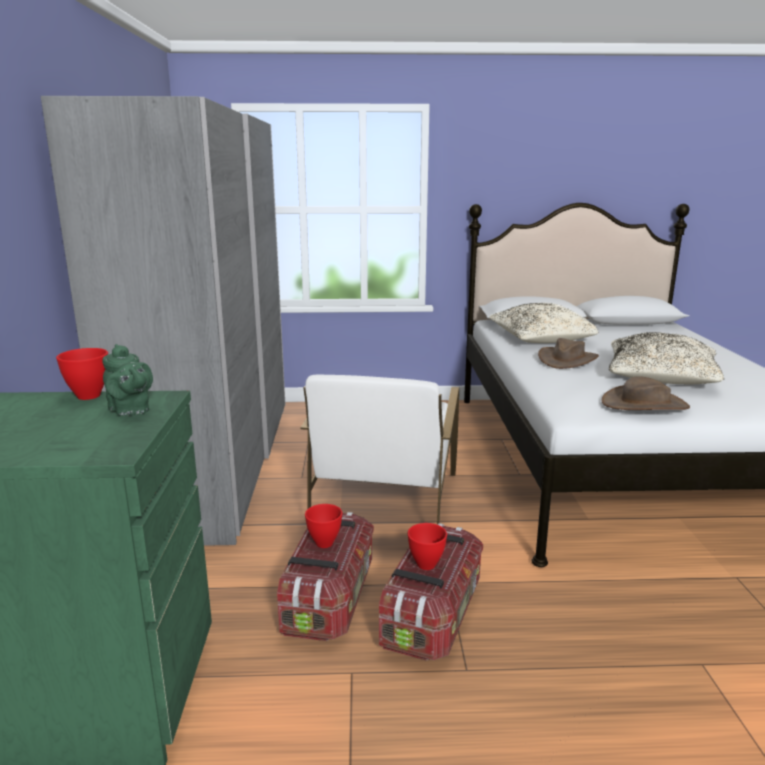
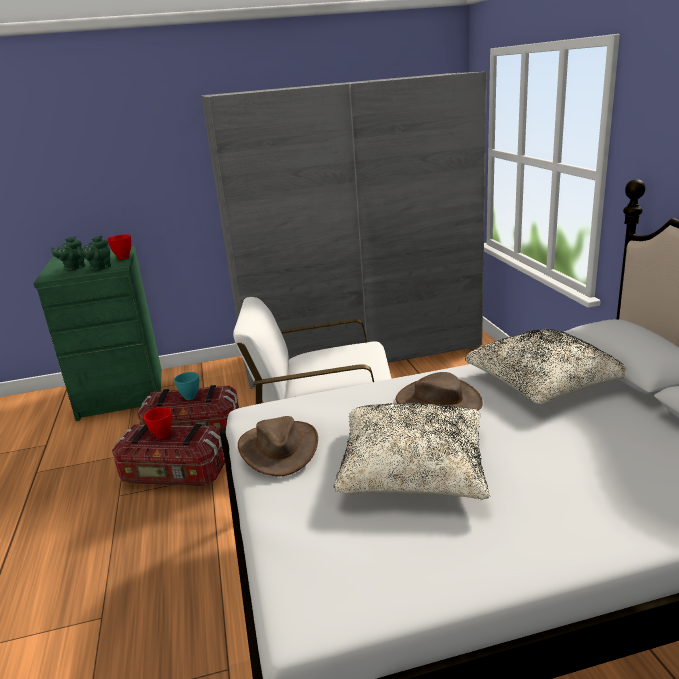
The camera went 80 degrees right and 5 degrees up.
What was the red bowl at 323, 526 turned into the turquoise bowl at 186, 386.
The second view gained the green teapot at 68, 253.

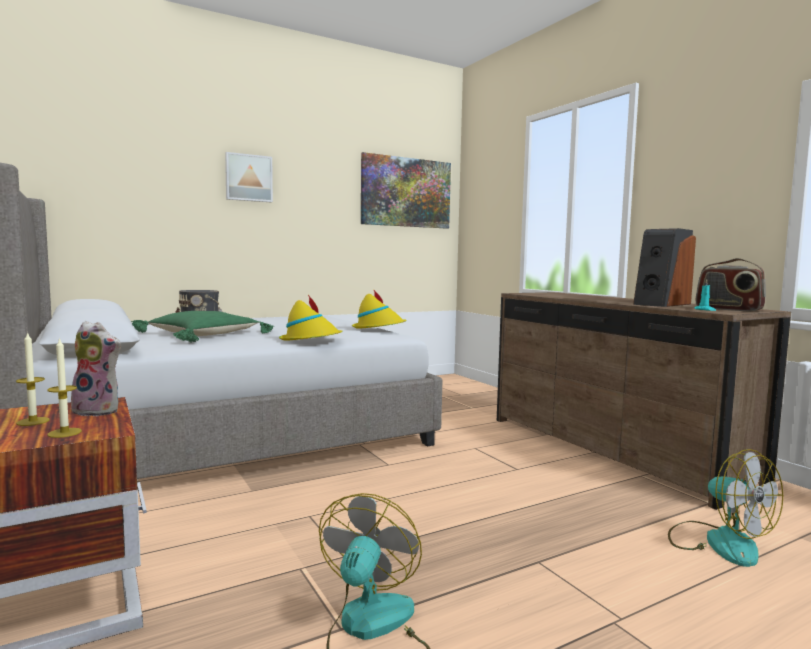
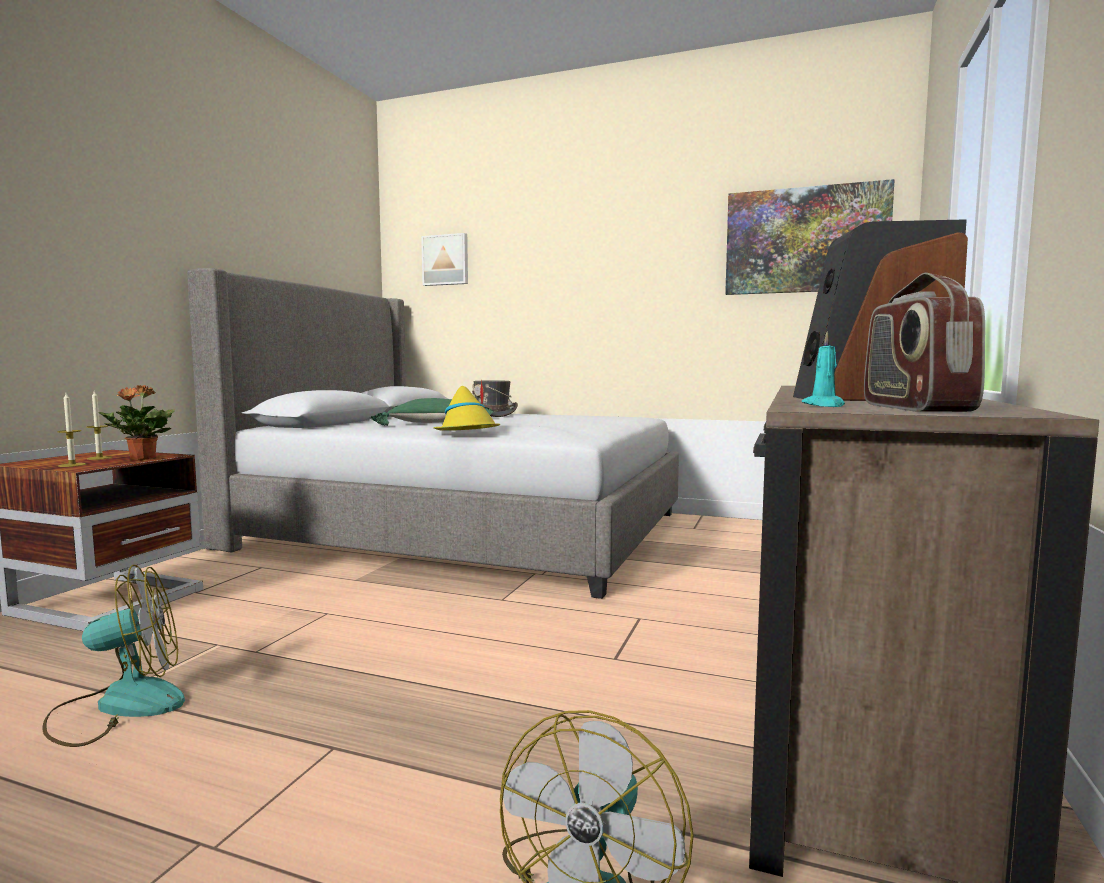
The camera went 50 degrees right and 0 degrees up.
Where the plush toy stood at 95, 368, the potted plant came to stand at 136, 422.
The picture ended up elsewhere, having gone from 249, 177 to 444, 259.
The second view lost the yellow hat at 379, 309.

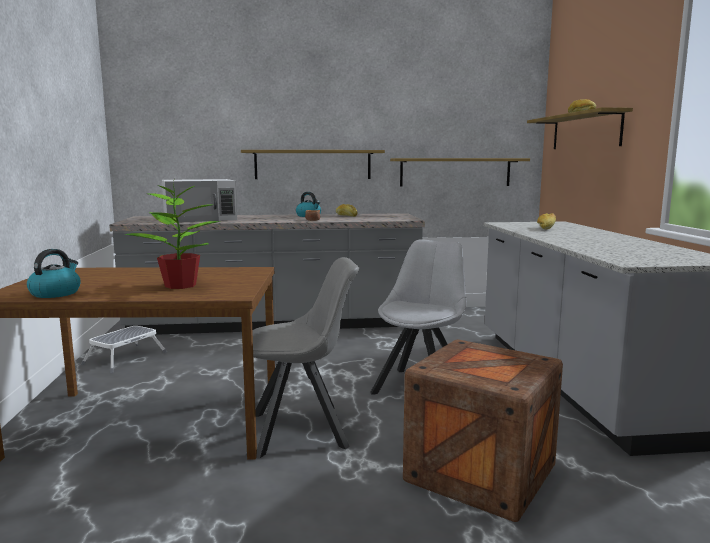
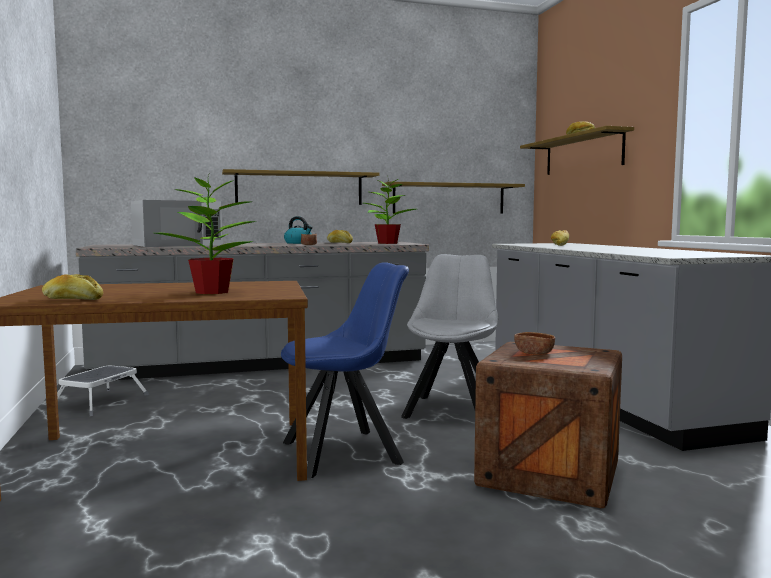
The camera went 10 degrees left and 5 degrees down.
Where the kettle stood at 54, 273, the bread came to stand at 72, 287.
What was the grey chair at 305, 357 turned into the blue chair at 345, 370.
The second view gained the potted plant at 390, 211.
The second view gained the brown bowl at 534, 343.

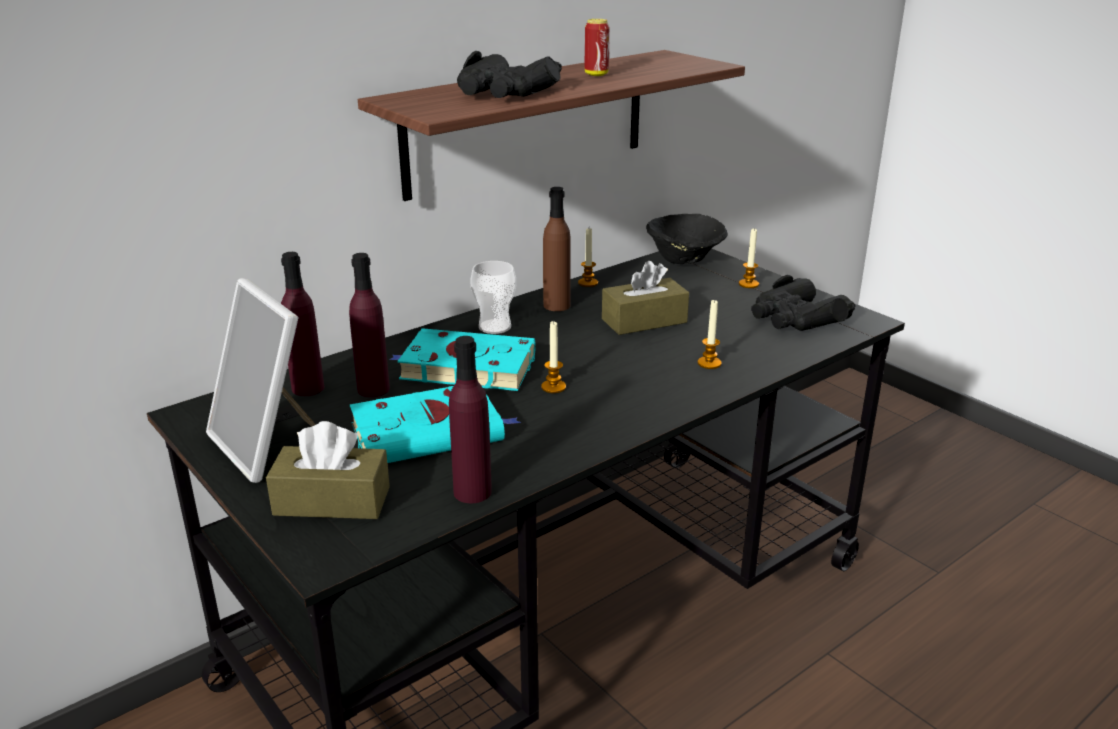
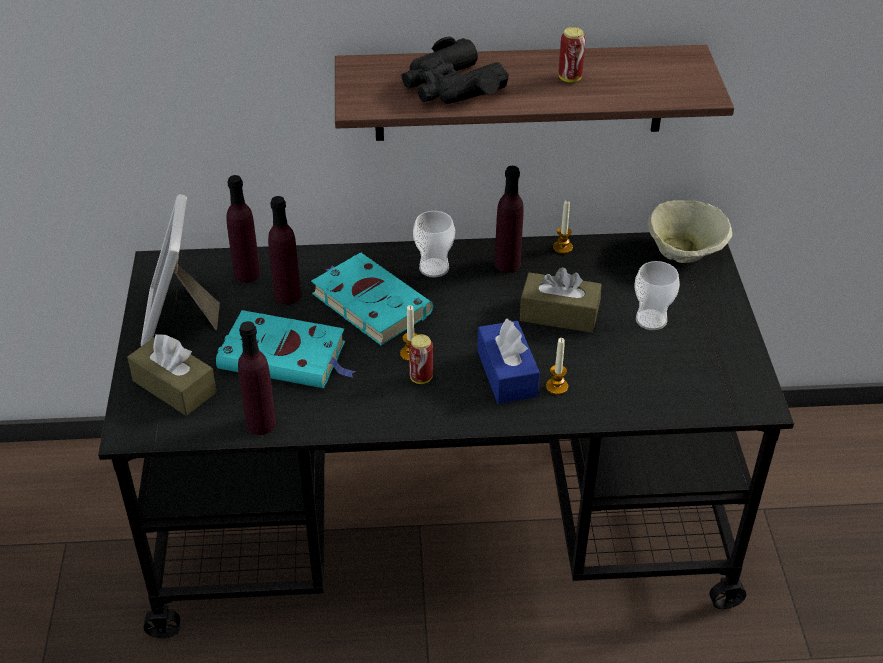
The camera went 35 degrees right and 15 degrees up.
What was the brown bottle at 557, 249 turned into the purple bottle at 509, 219.
What was the black bowl at 687, 239 turned into the beige bowl at 690, 231.
The second view lost the candle at 749, 258.
The second view lost the black binoculars at 803, 303.
The second view gained the can at 421, 359.
The second view gained the blue tissue box at 508, 361.
The second view gained the cup at 657, 295.

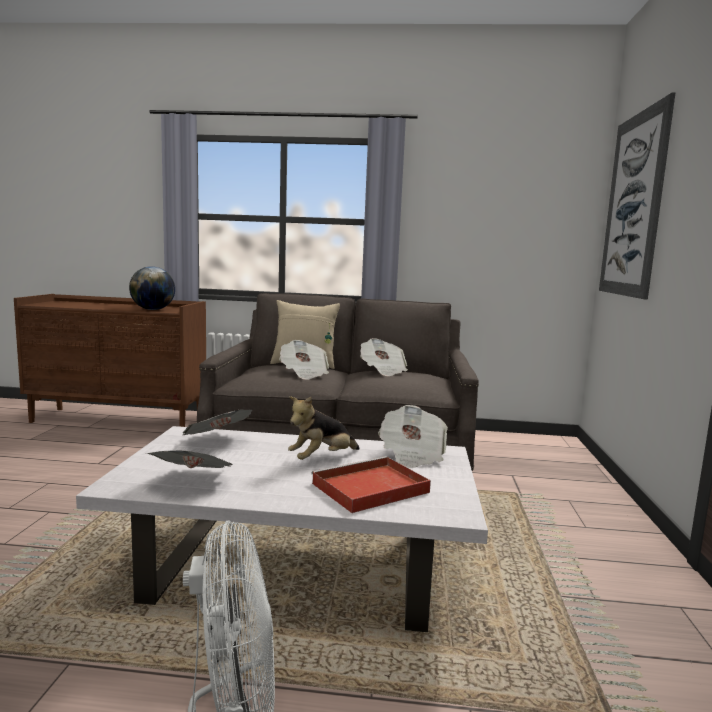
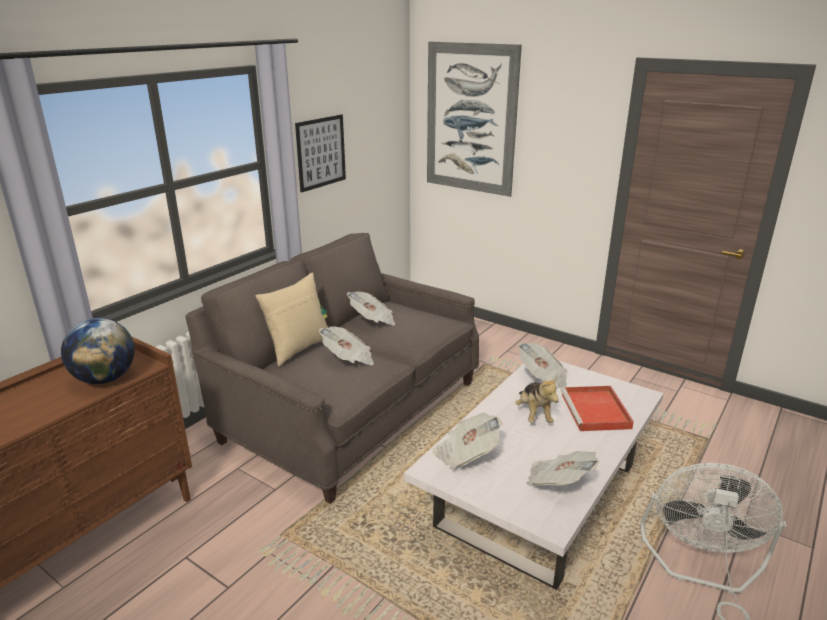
The camera went 60 degrees left and 15 degrees up.
The second view gained the picture at 320, 153.

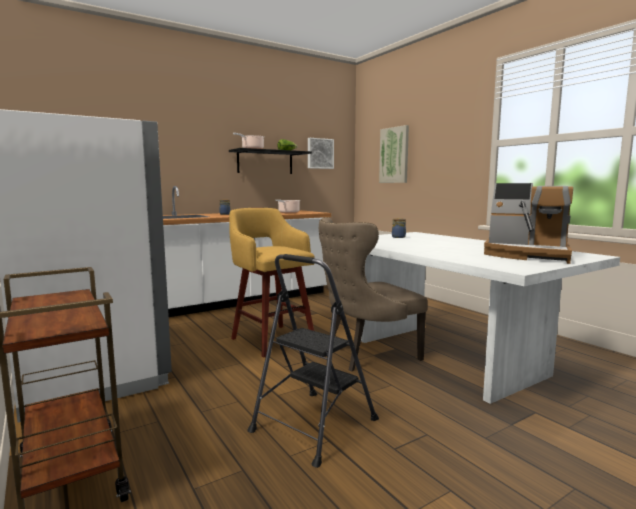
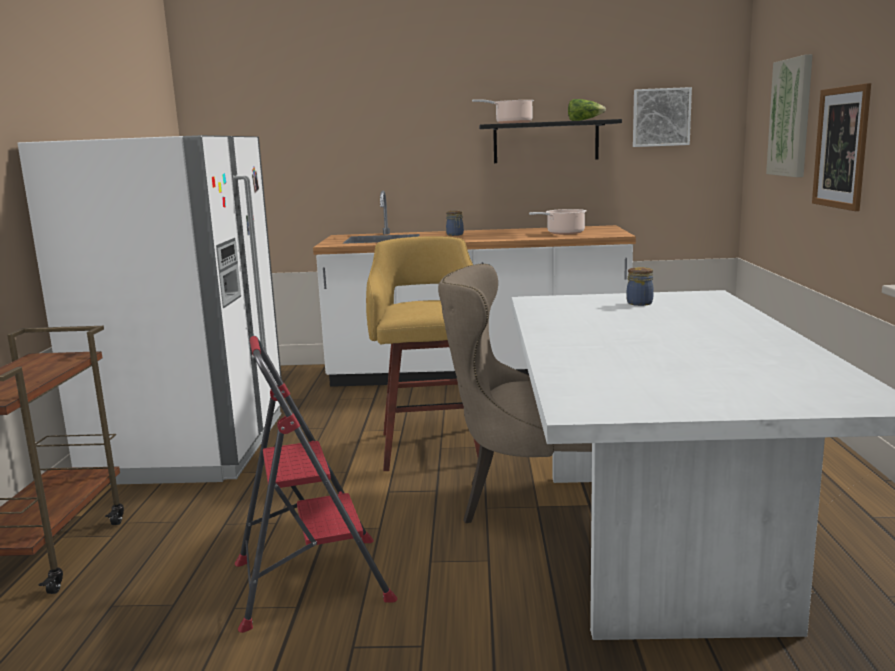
The camera went 35 degrees right and 5 degrees up.
What was the black step ladder at 313, 361 turned into the red step ladder at 316, 484.
The second view lost the coffee machine at 528, 223.
The second view gained the picture at 841, 147.

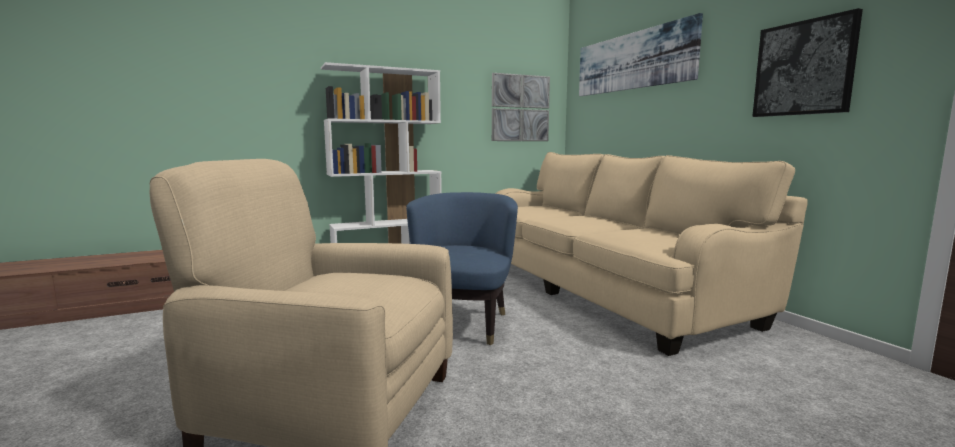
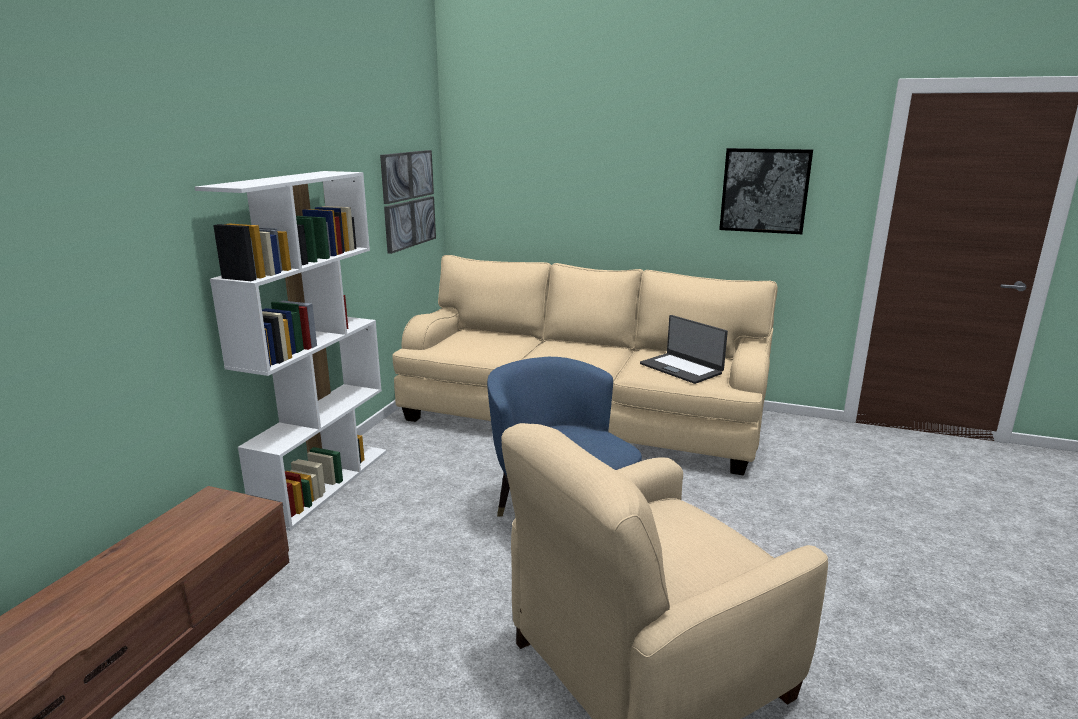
The camera went 45 degrees left and 10 degrees up.
The second view lost the picture at 641, 54.
The second view gained the laptop at 684, 349.

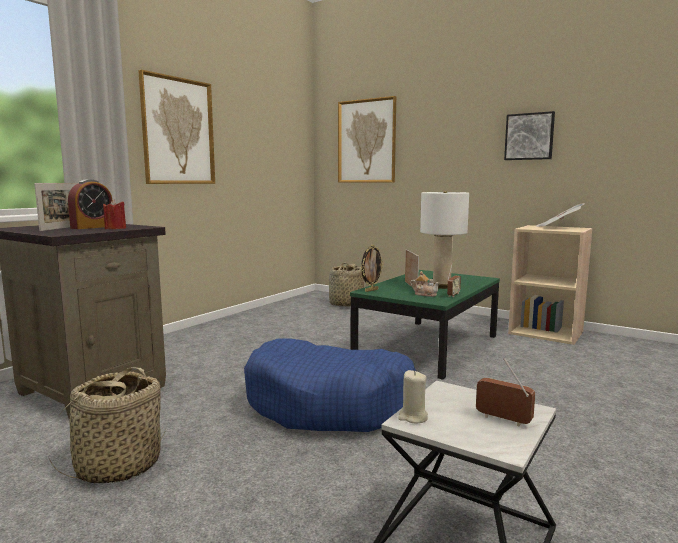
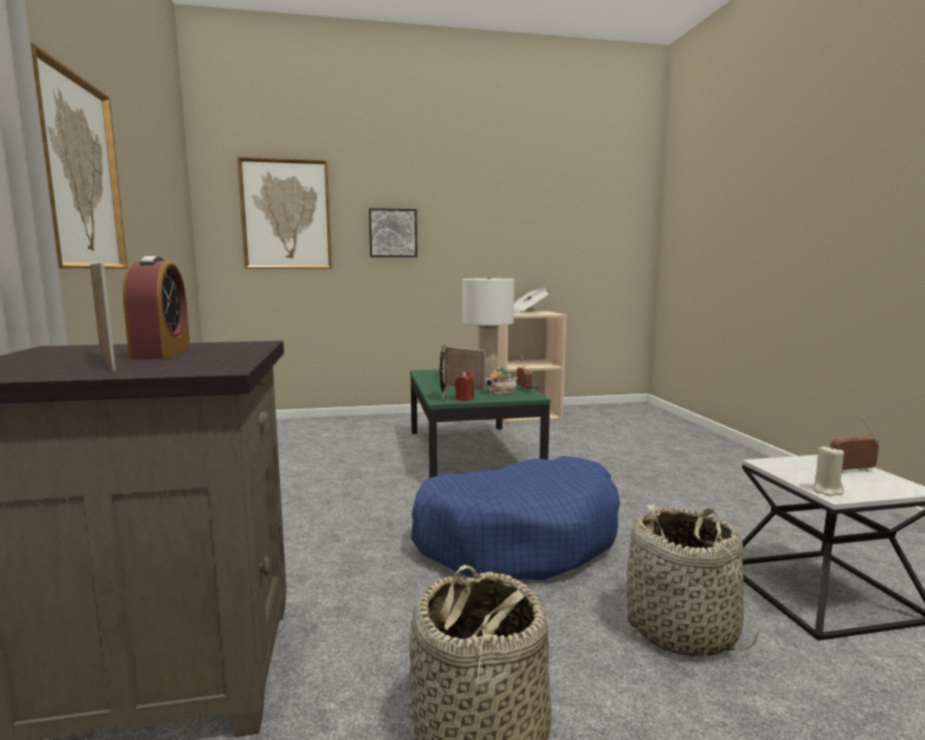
The camera went 45 degrees left and 0 degrees up.
The red candle ended up elsewhere, having gone from 114, 214 to 464, 386.
The basket ended up elsewhere, having gone from 346, 285 to 692, 581.
The picture ended up elsewhere, having gone from 529, 135 to 393, 232.

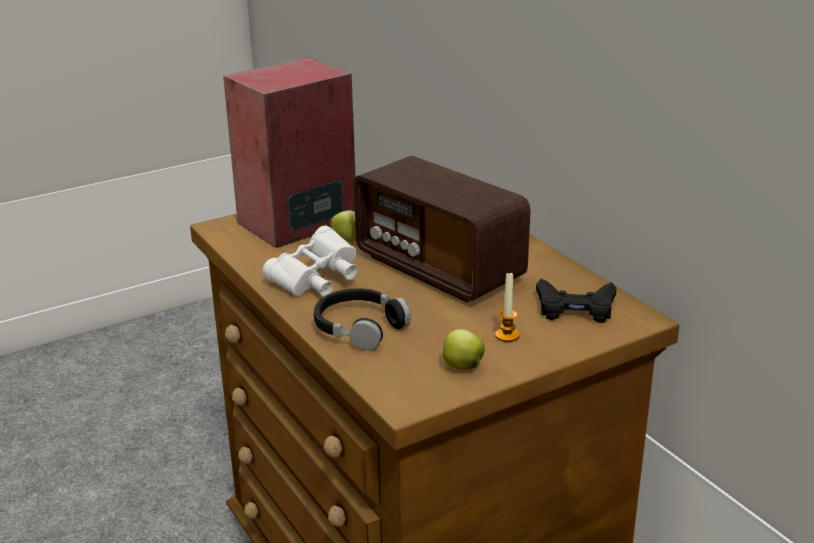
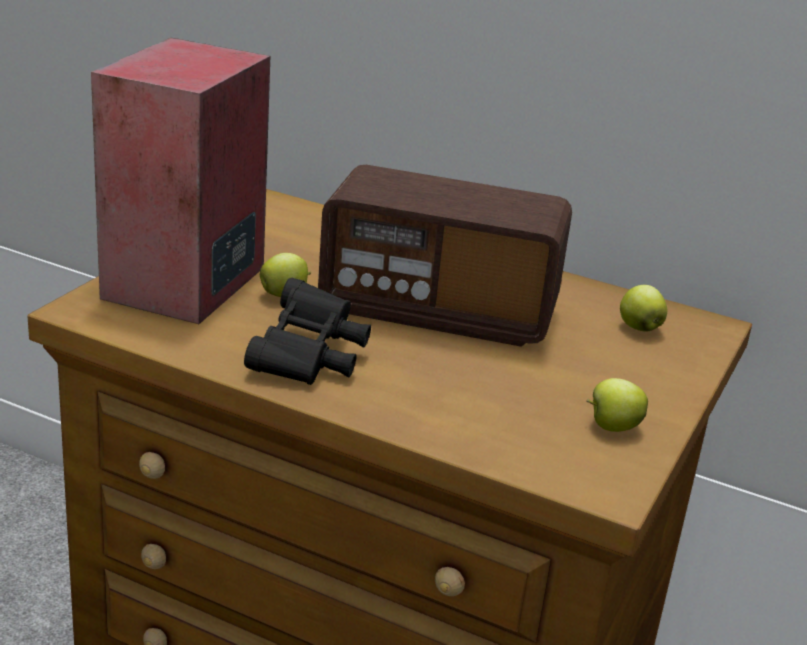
The camera went 35 degrees left and 0 degrees up.
What was the white binoculars at 310, 261 turned into the black binoculars at 307, 331.
The second view lost the black headphones at 362, 319.
The second view lost the candle at 507, 307.
Where the black game controller stood at 576, 301, the apple came to stand at 643, 308.

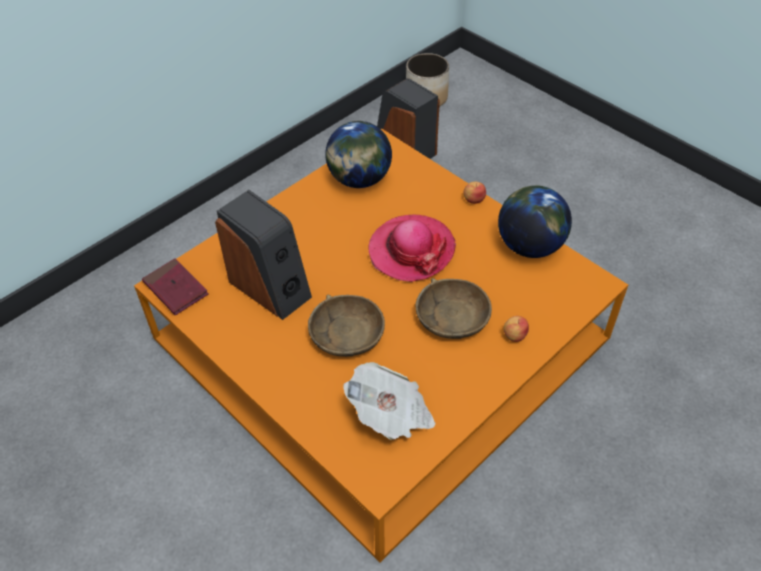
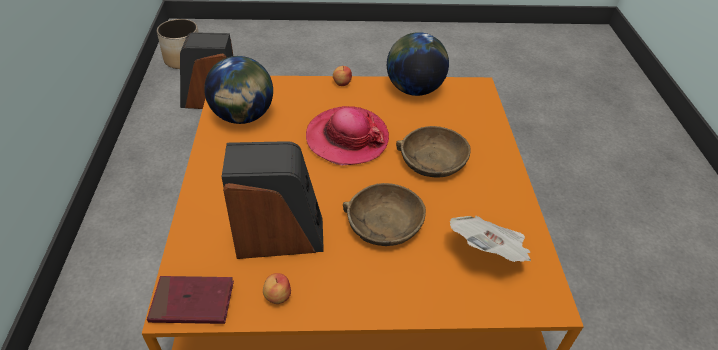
The camera went 50 degrees left and 5 degrees down.
The apple ended up elsewhere, having gone from 516, 329 to 277, 288.

